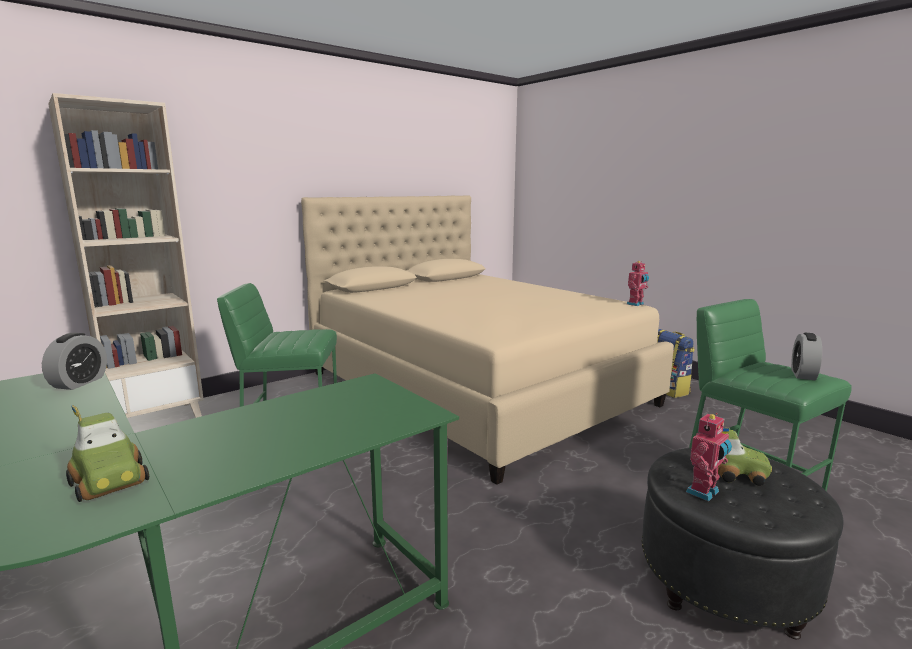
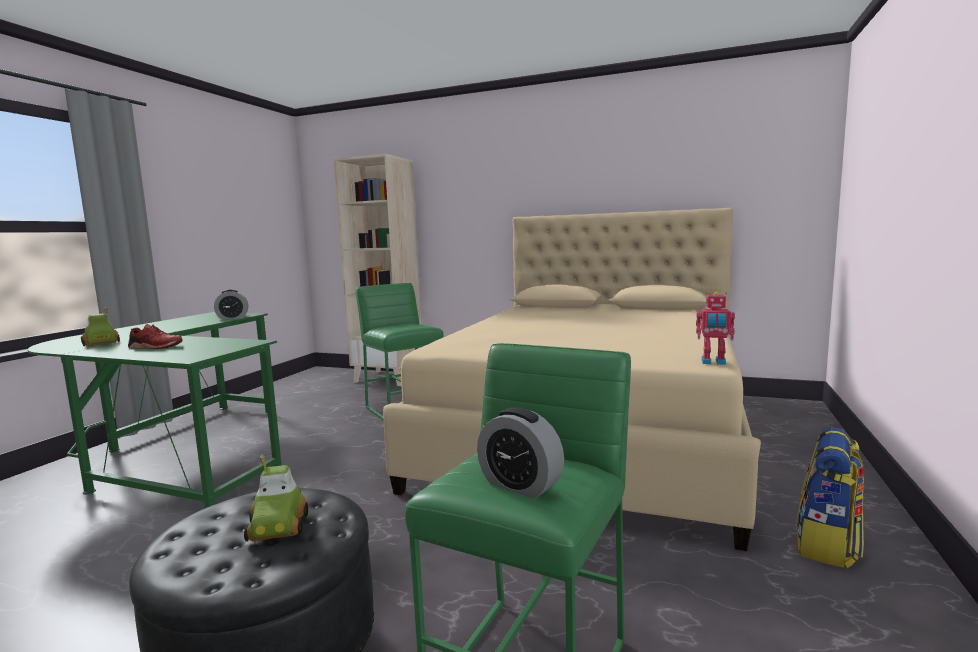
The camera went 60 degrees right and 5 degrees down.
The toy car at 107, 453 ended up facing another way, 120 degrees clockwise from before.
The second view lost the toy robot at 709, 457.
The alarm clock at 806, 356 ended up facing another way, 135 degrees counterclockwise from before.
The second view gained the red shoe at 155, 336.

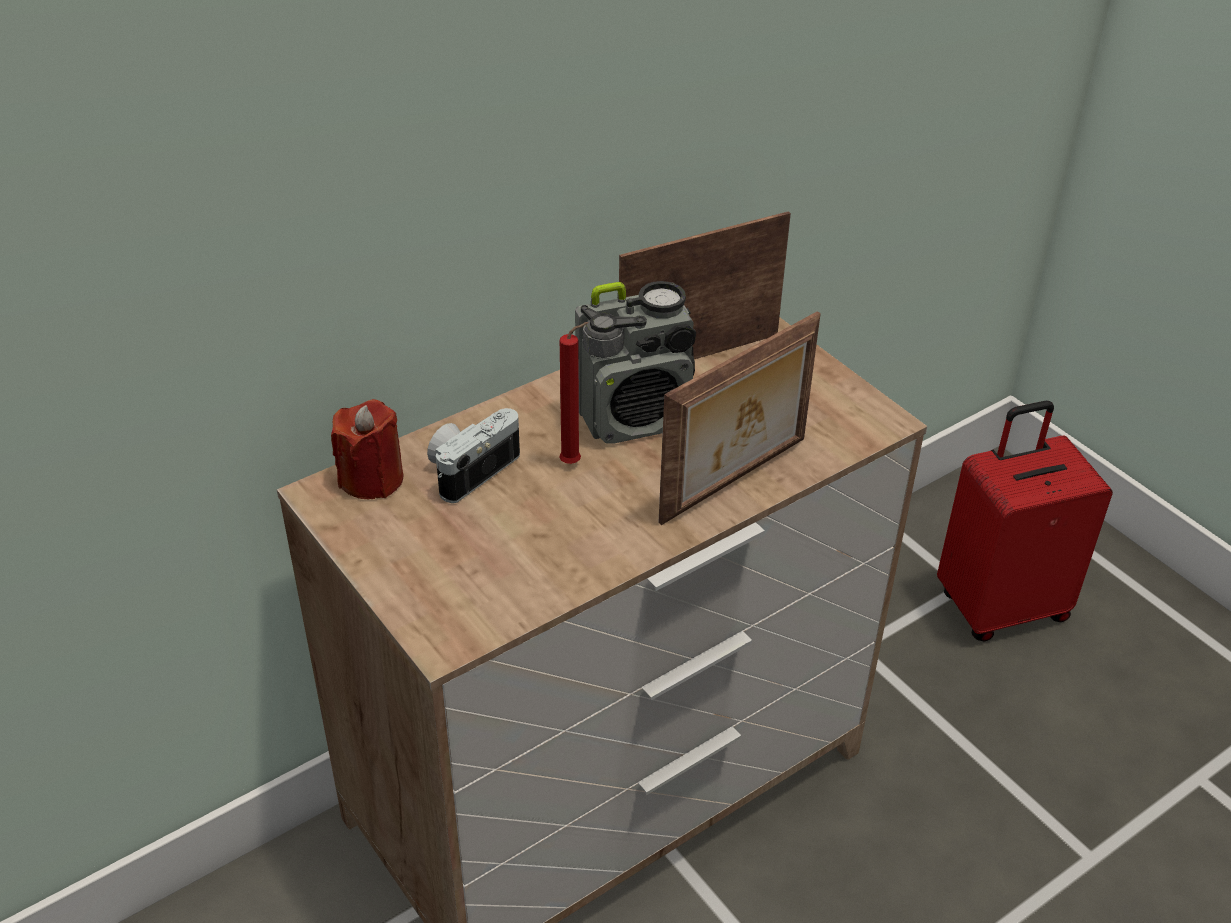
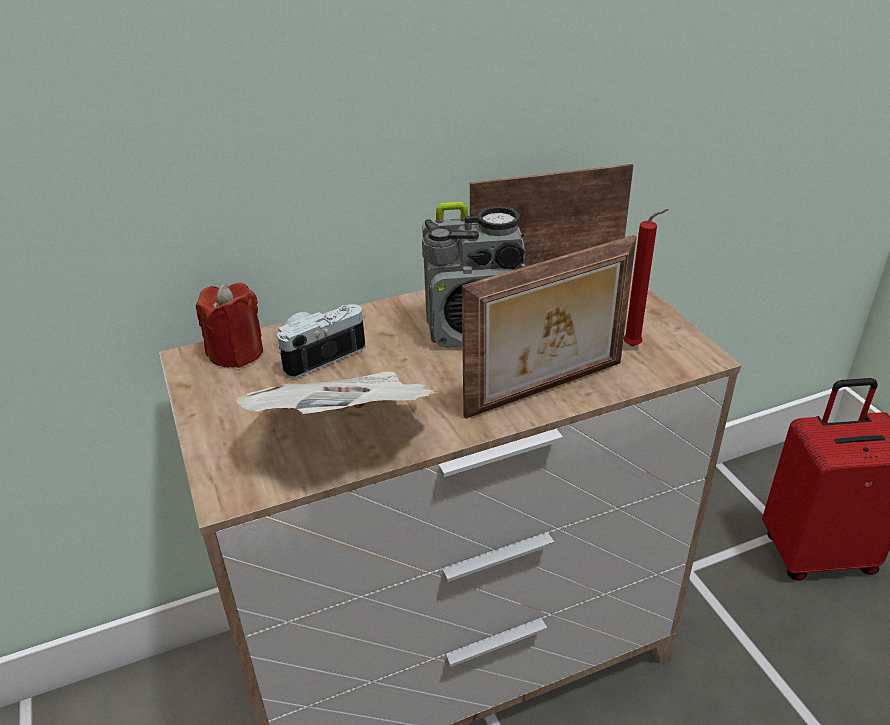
The camera went 15 degrees right and 5 degrees down.
The red candle ended up elsewhere, having gone from 574, 393 to 646, 277.
The second view gained the newspaper at 337, 393.

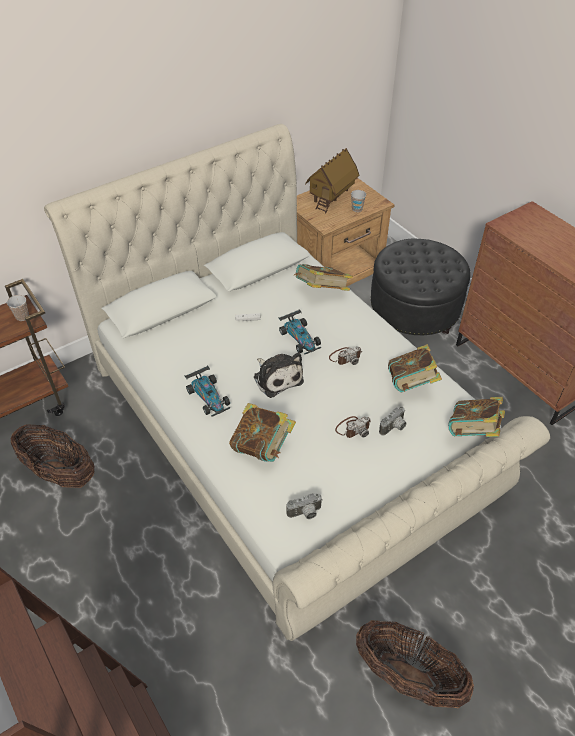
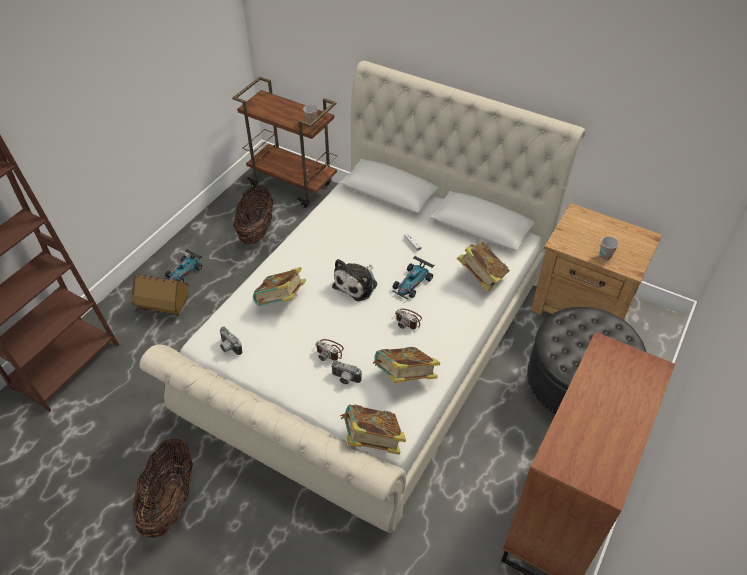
The camera went 65 degrees right and 0 degrees up.
The toy car ended up elsewhere, having gone from 207, 391 to 183, 265.
The toy house ended up elsewhere, having gone from 332, 180 to 160, 295.

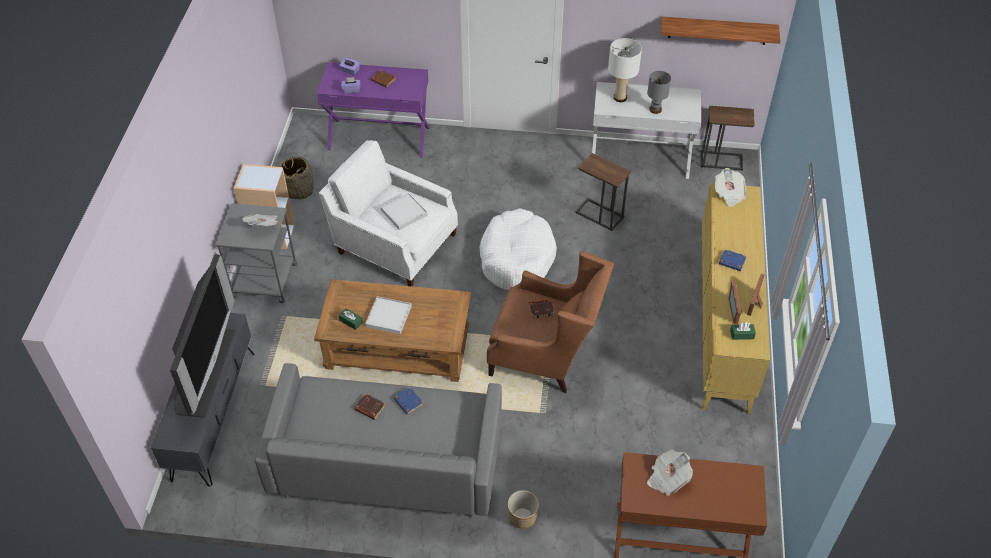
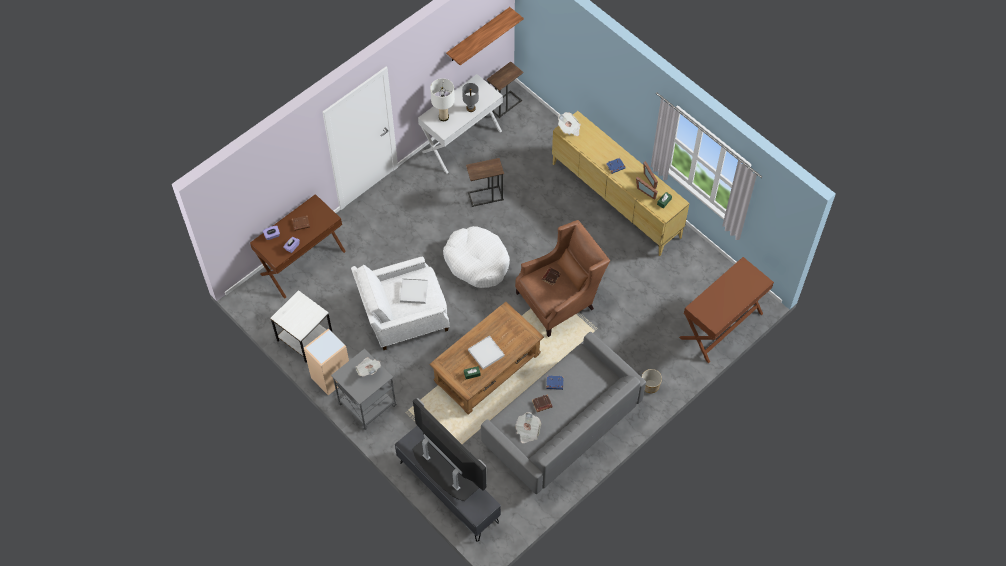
The camera went 50 degrees left and 10 degrees up.
Where the basket stood at 296, 178, the white side table came to stand at 301, 326.
What was the purple console table at 373, 110 turned into the brown console table at 298, 246.
The newspaper ended up elsewhere, having gone from 670, 473 to 528, 427.

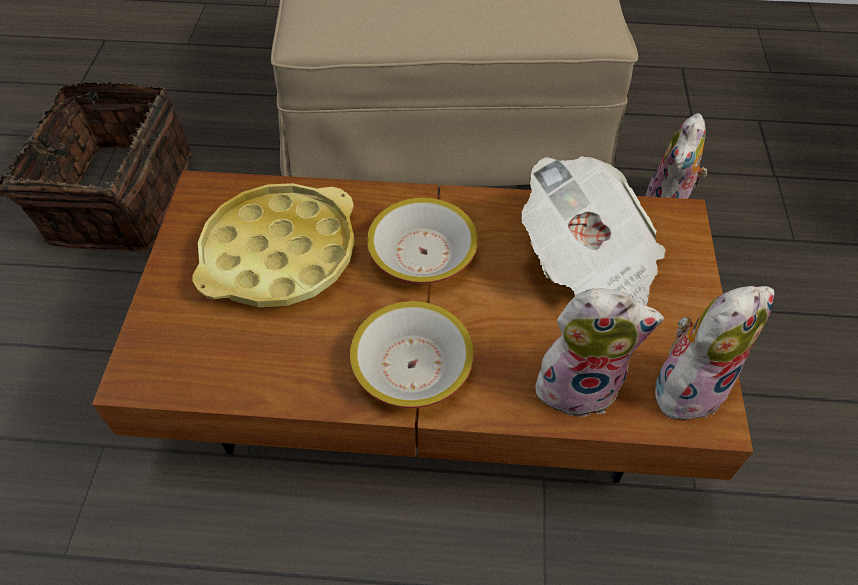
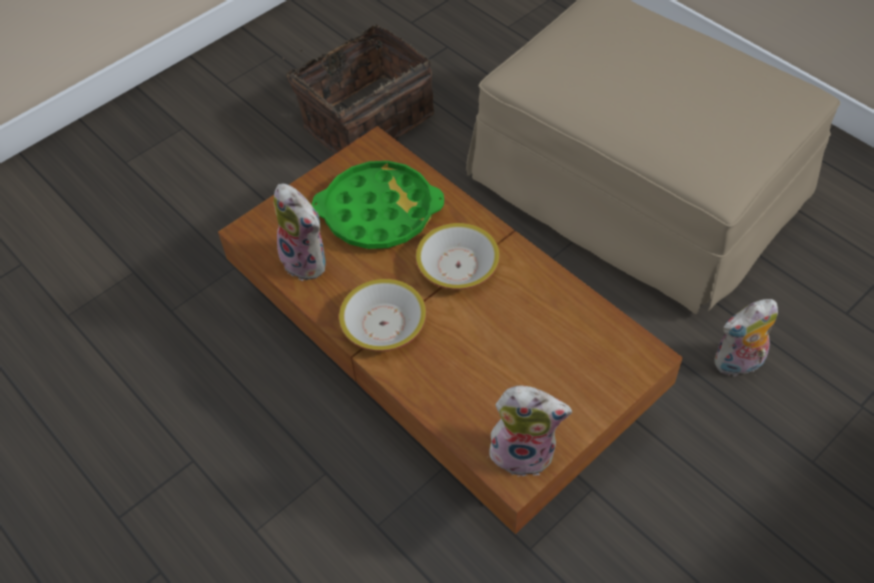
The camera went 45 degrees right and 0 degrees up.
What was the yellow tray at 273, 245 turned into the green tray at 378, 205.
The second view lost the newspaper at 593, 231.
The plush toy ended up elsewhere, having gone from 599, 353 to 300, 232.

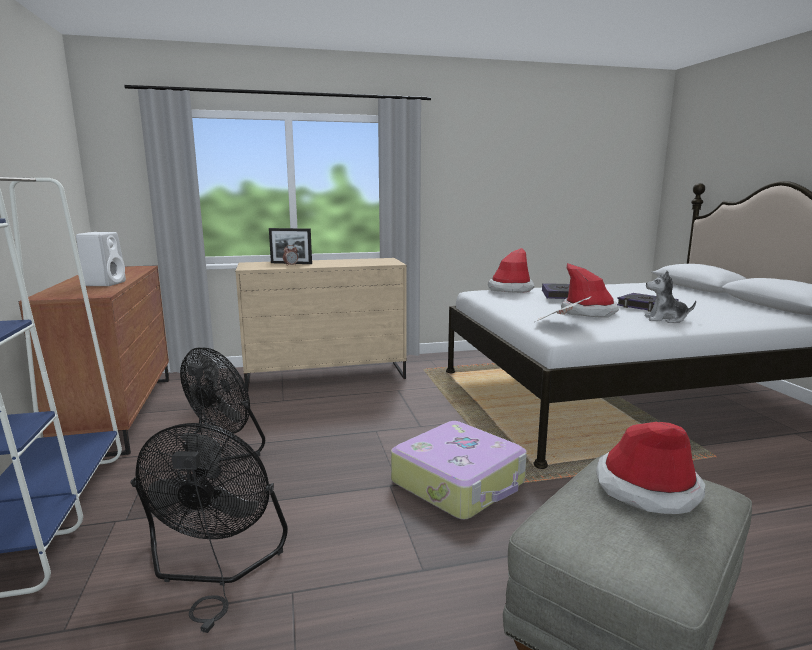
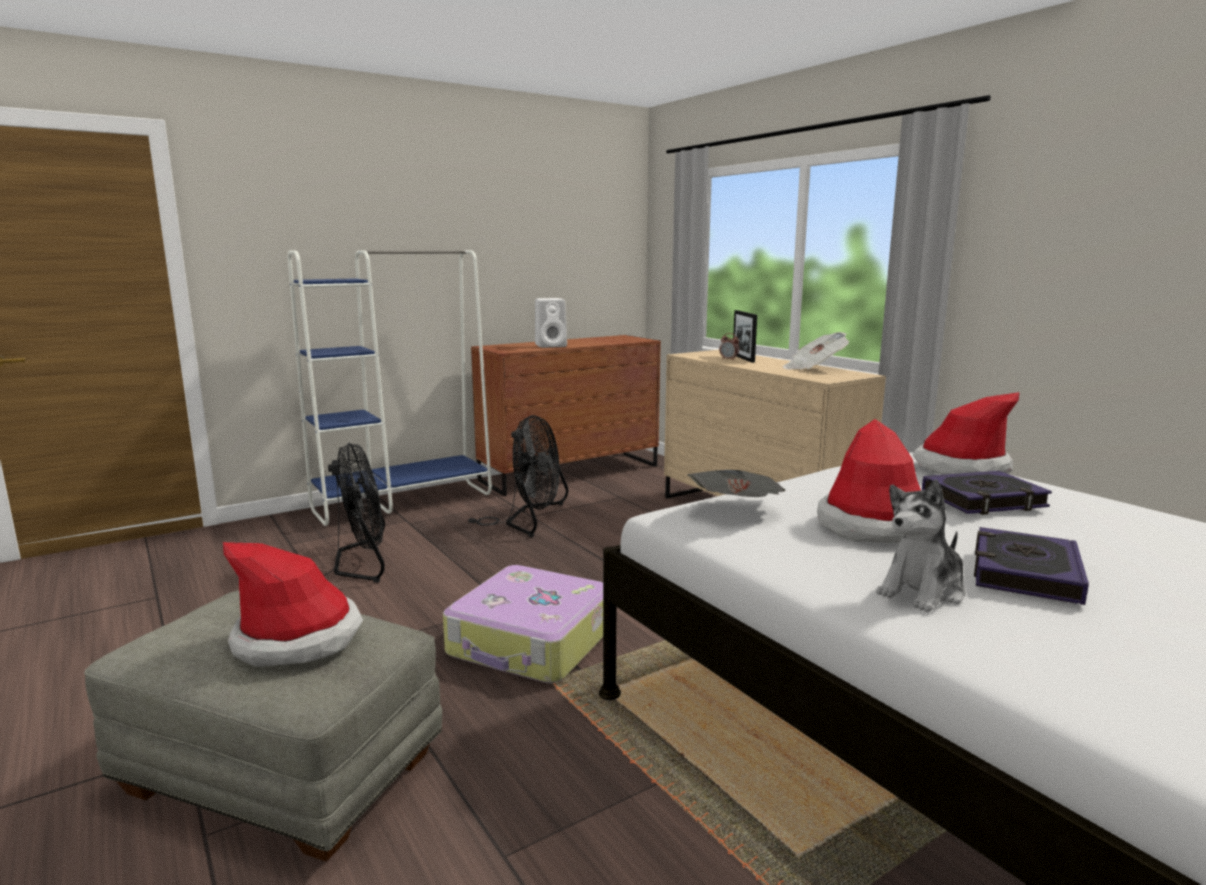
The camera went 70 degrees right and 0 degrees up.
The plush toy at 670, 296 ended up facing another way, 120 degrees counterclockwise from before.
The second view gained the newspaper at 815, 351.

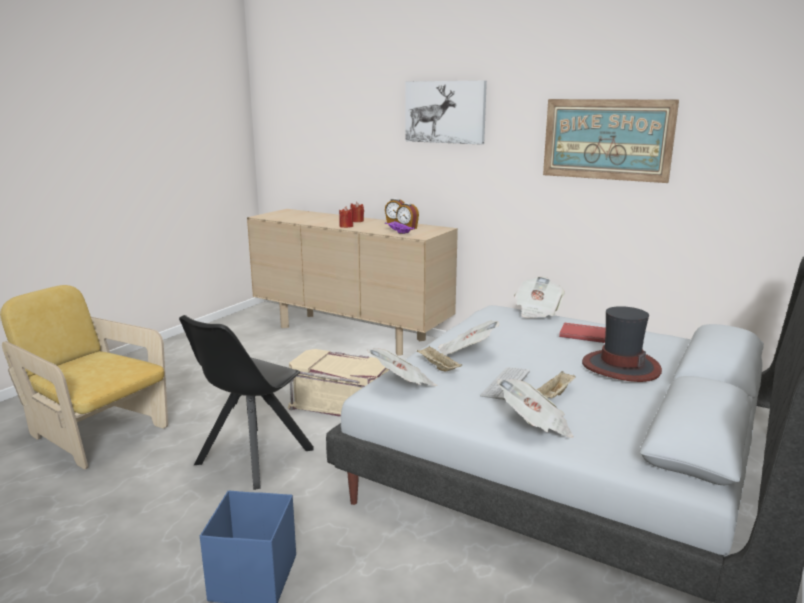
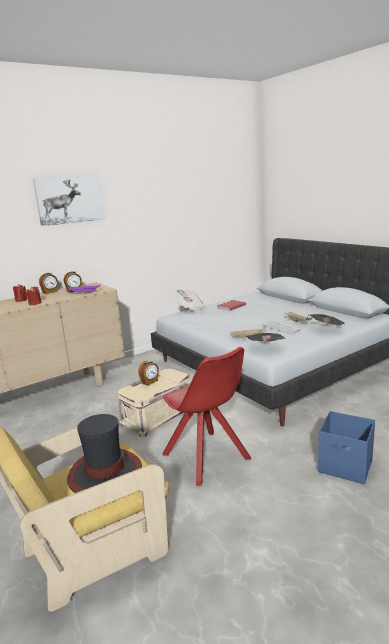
The camera went 65 degrees left and 0 degrees up.
What was the black chair at 246, 402 turned into the red chair at 207, 416.
The second view lost the newspaper at 468, 338.
The second view lost the picture at 611, 141.
The hat ended up elsewhere, having gone from 622, 344 to 104, 453.
The second view gained the alarm clock at 148, 373.

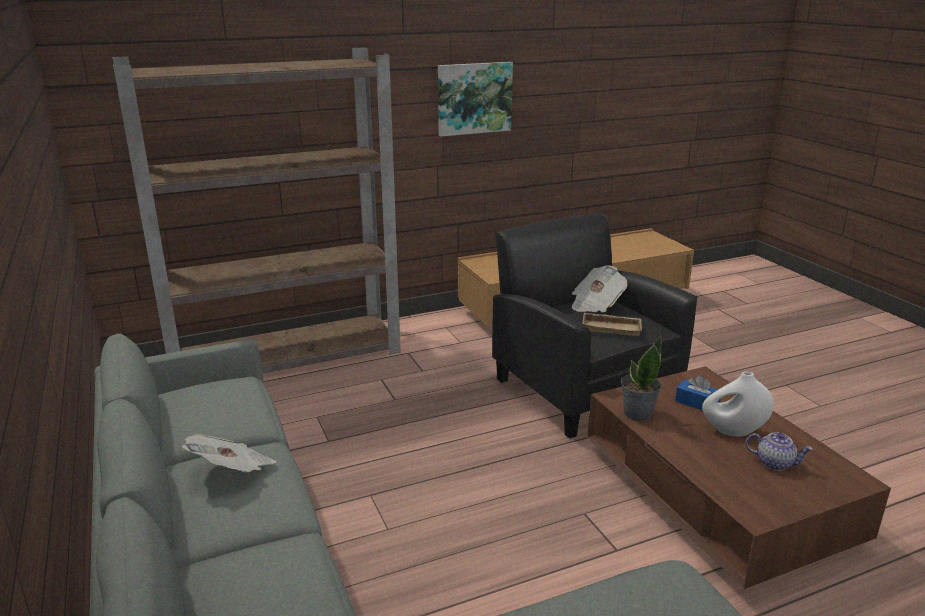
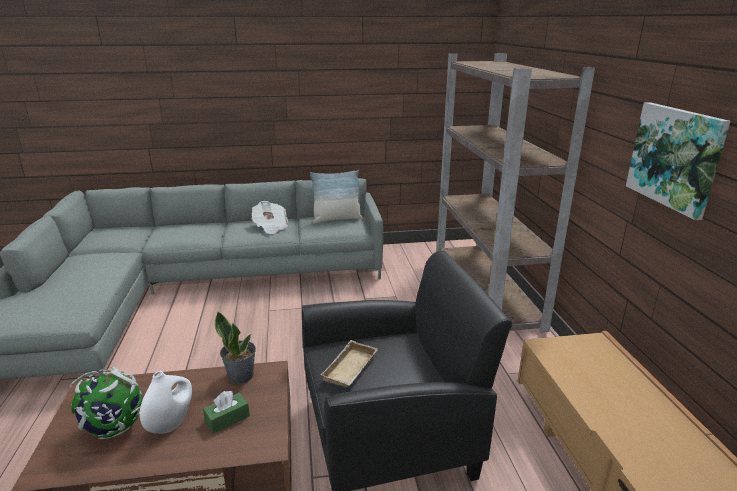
The camera went 105 degrees right and 0 degrees up.
The second view lost the newspaper at 599, 288.
What was the blue tissue box at 698, 393 turned into the green tissue box at 226, 412.
Where the teapot stood at 779, 451, the globe came to stand at 107, 403.
The second view gained the pillow at 336, 197.

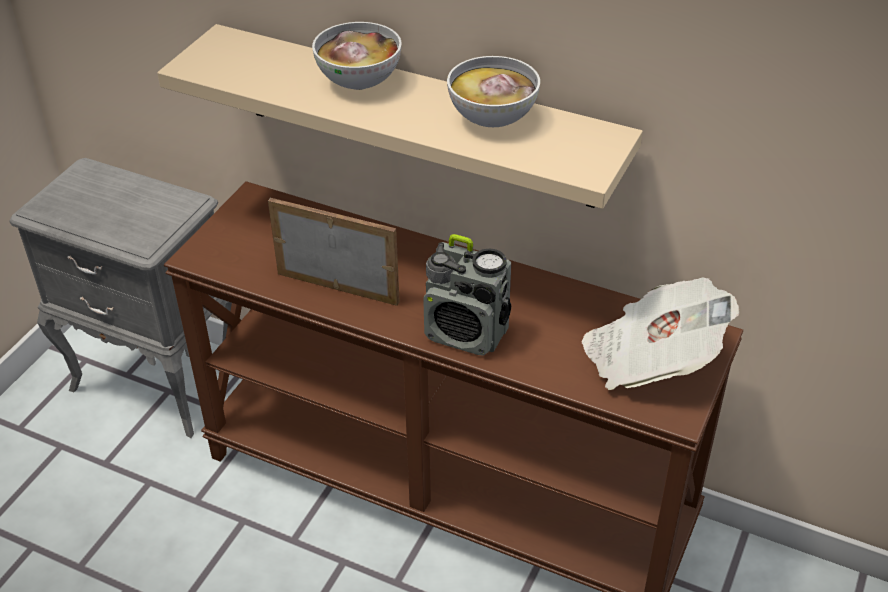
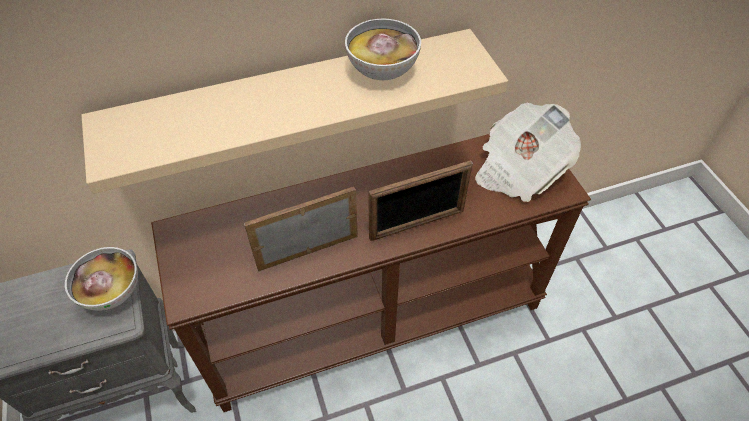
The camera went 45 degrees left and 10 degrees up.
The bowl ended up elsewhere, having gone from 357, 56 to 101, 279.
Where the radio stood at 467, 295, the picture frame came to stand at 420, 200.

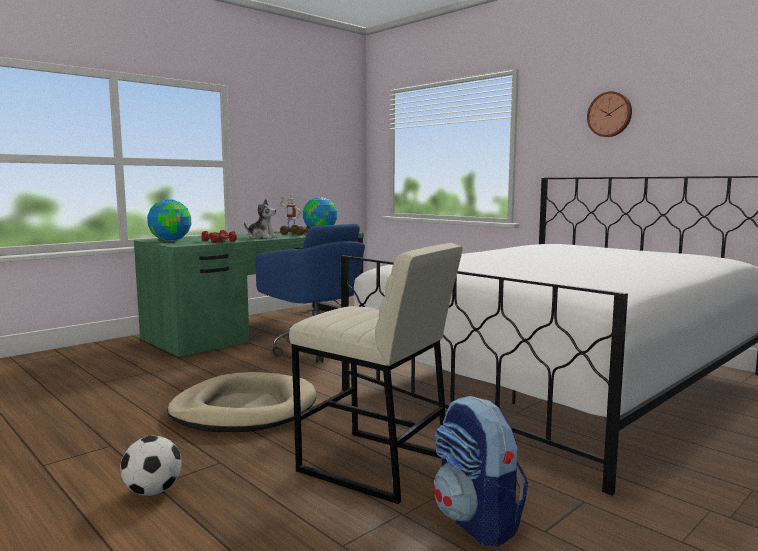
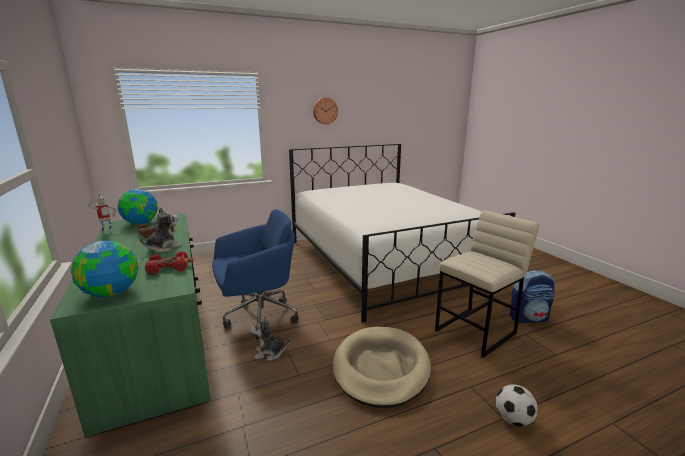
The camera went 70 degrees left and 10 degrees up.
The second view gained the plush toy at 270, 338.

